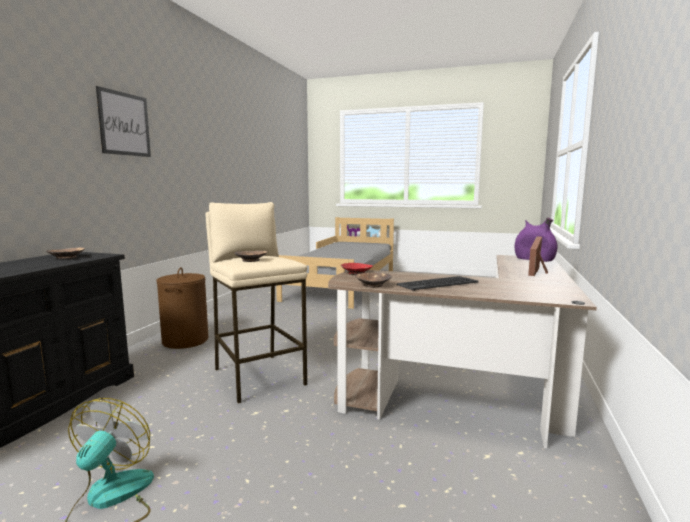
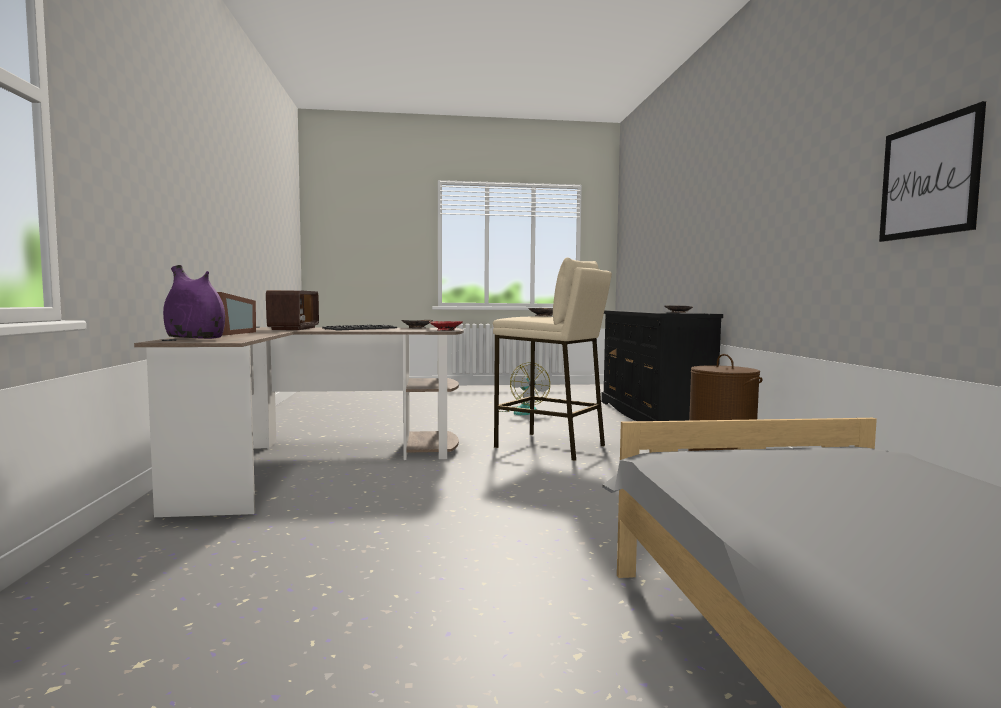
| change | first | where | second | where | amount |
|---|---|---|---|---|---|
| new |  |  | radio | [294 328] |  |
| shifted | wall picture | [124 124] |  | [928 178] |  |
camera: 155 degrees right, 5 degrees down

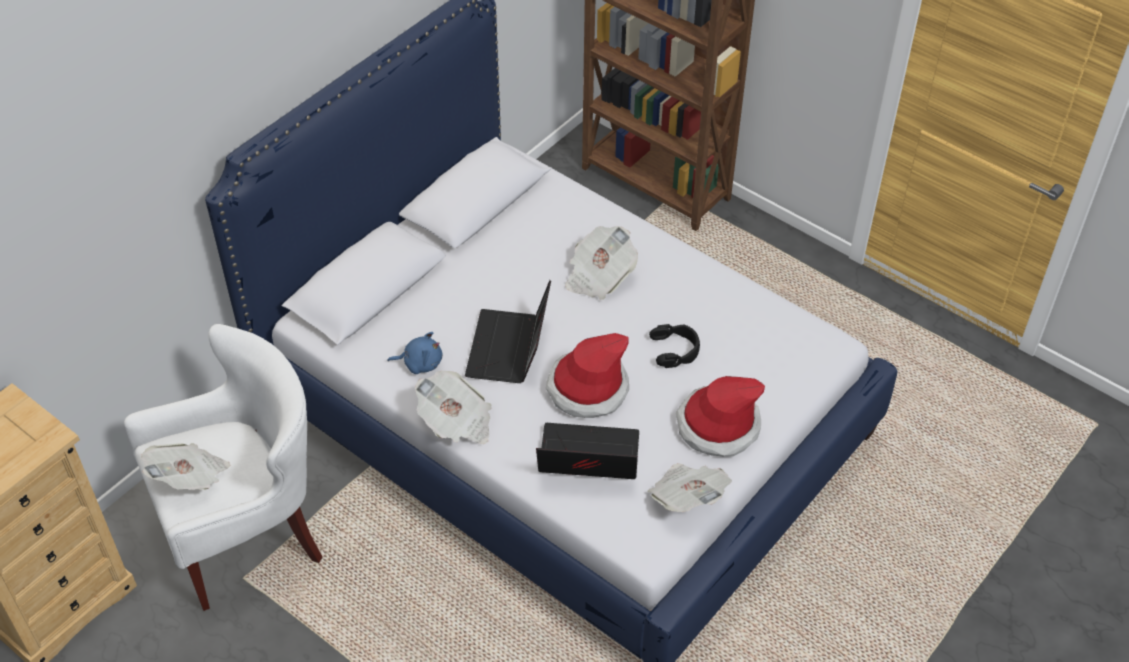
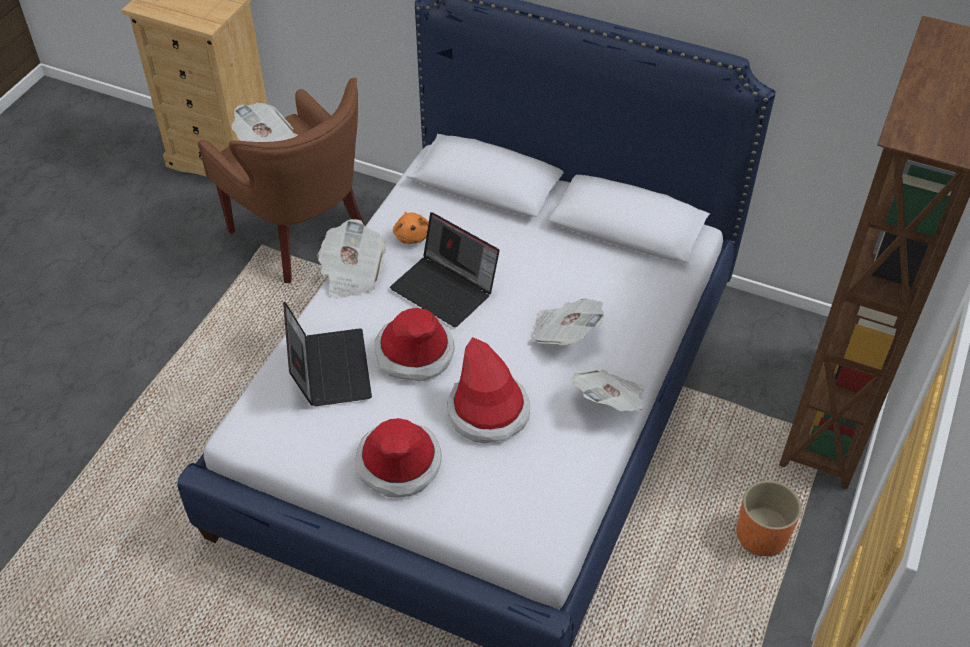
| change | first | where | second | where | amount |
|---|---|---|---|---|---|
| repainted | whitish lounge chair | [248 536] | brown lounge chair | [301 236] |  |
| rotated | notebook computer | [509 349] |  | [446 289] | 135 degrees counterclockwise |
| repainted | blue plush toy | [420 363] | orange-coloured plush toy | [412 235] |  |
| swapped | blackish headphones | [675 350] | hat | [488 412] |  |
| shifted | printed paper | [687 498] |  | [610 402] |  |
| new |  |  | orange-coloured flower pot | [761 535] |  |
camera: 75 degrees right, 0 degrees up

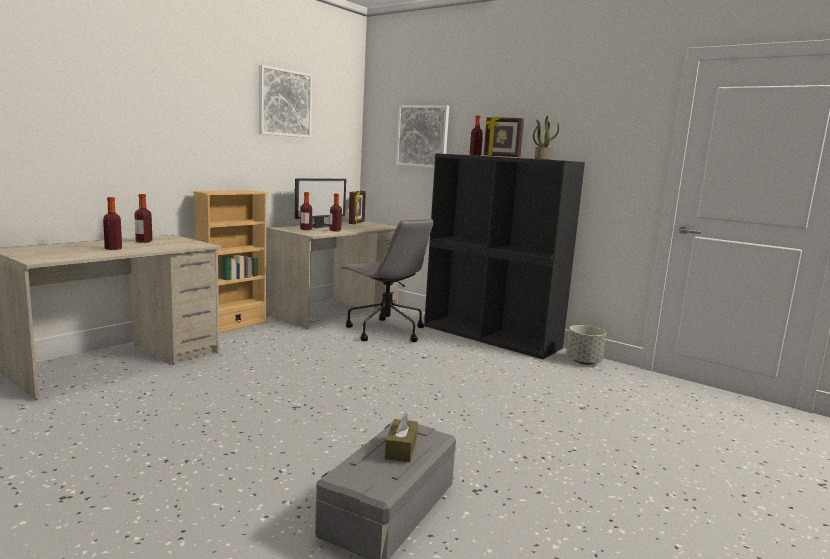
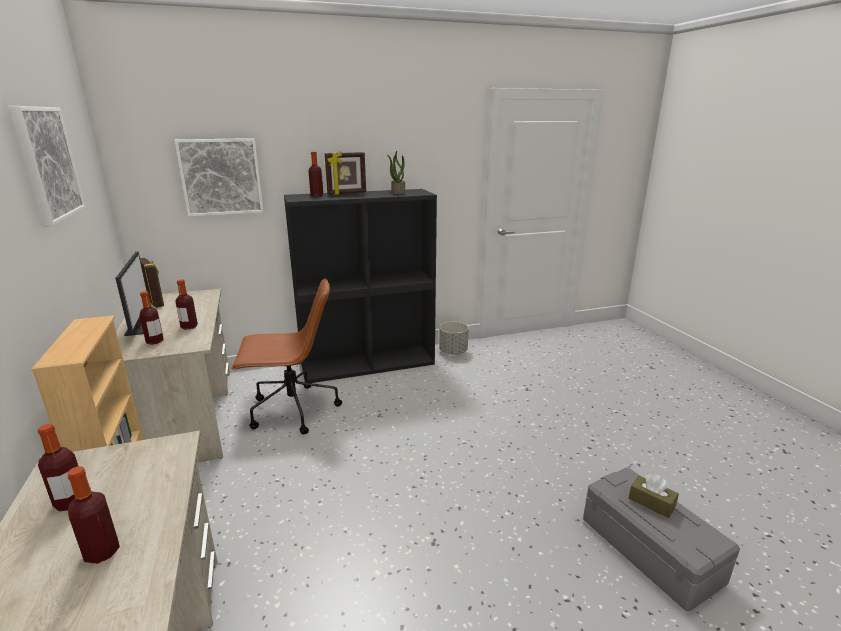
| change | first | where | second | where | amount |
|---|---|---|---|---|---|
| repainted | grey computer chair | [384 331] | brown computer chair | [292 410] |  |
camera: 55 degrees left, 10 degrees up

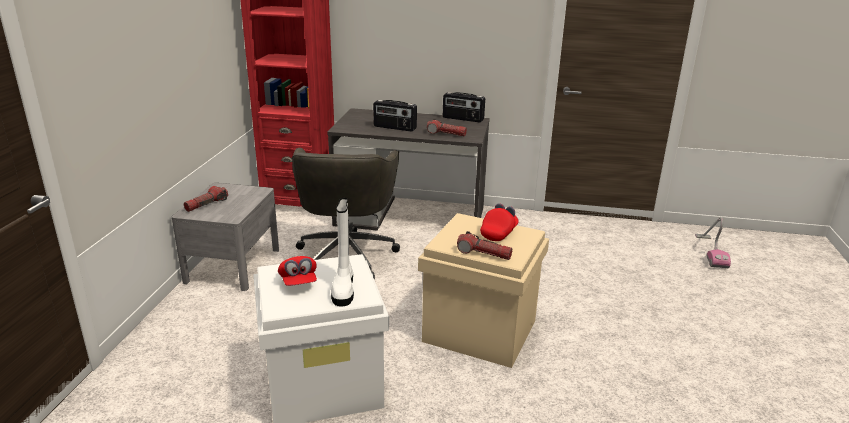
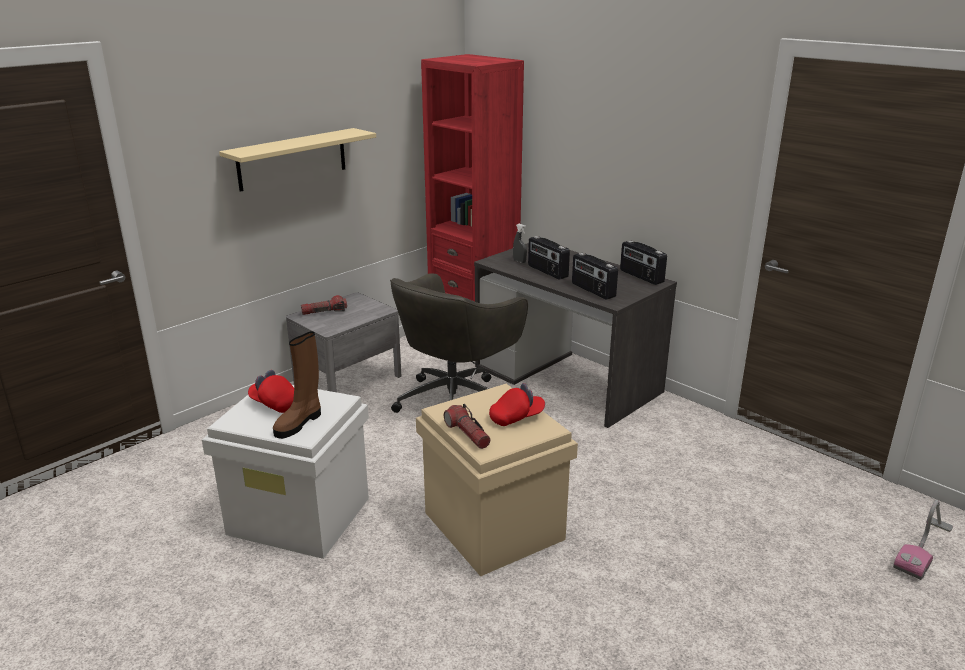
| change | first | where | second | where | amount |
|---|---|---|---|---|---|
| new |  |  | beige wall shelf | [292 159] |  |
| rotated | red-coloured peaked cap | [298 282] |  | [275 404] | 105 degrees clockwise |
| repainted | whitish tall boot | [343 289] | brown tall boot | [299 423] |  |
| new |  |  | grey sprayer | [519 261] |  |
| swapped | flashlight | [446 134] | radio | [592 290] |  |
camera: 35 degrees right, 0 degrees up

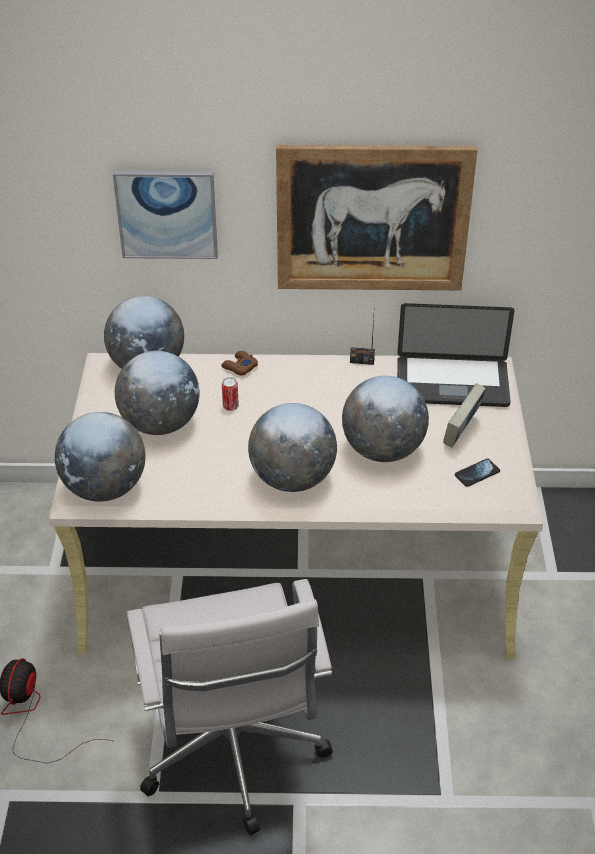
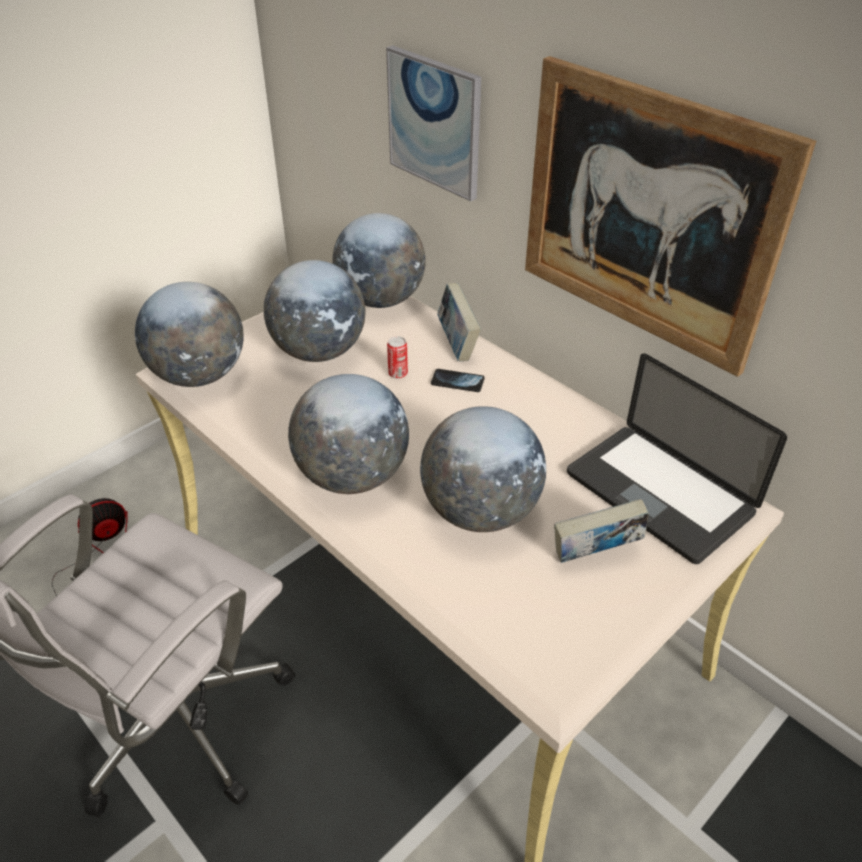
| change | first | where | second | where | amount |
|---|---|---|---|---|---|
| shifted | phone | [477 473] |  | [457 382] |  |
| swapped | brown gamepad | [239 367] | volume | [457 344] |  |
| gone | radio | [362 361] |  |  |  |
camera: 45 degrees right, 0 degrees up

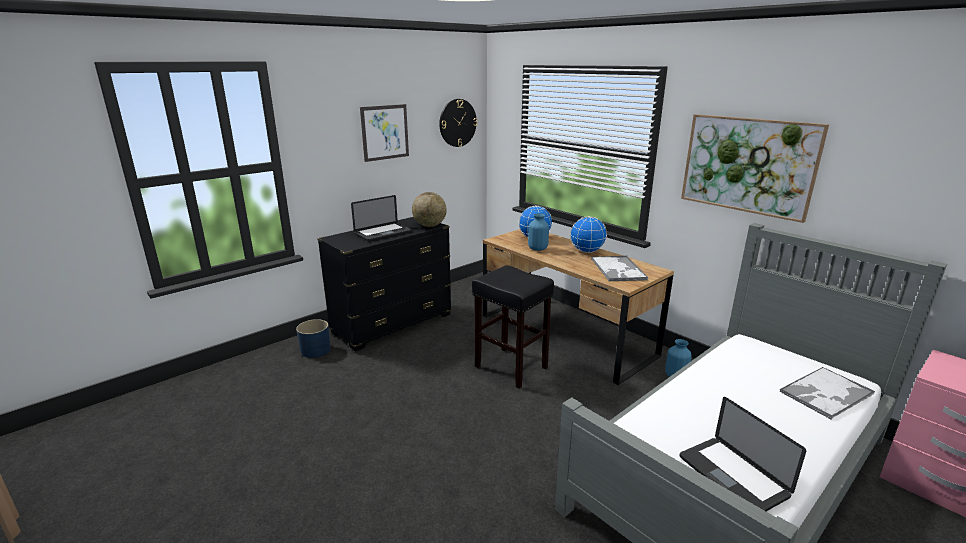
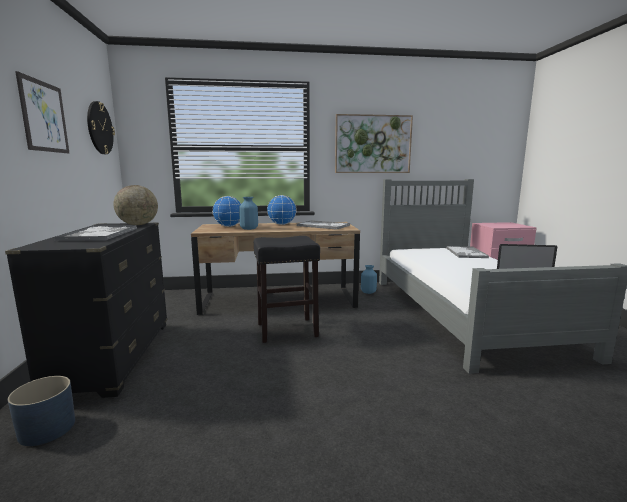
| change | first | where | second | where | amount |
|---|---|---|---|---|---|
| swapped | notebook computer | [383 233] | carrying tray | [100 234] |  |
camera: 55 degrees left, 10 degrees down

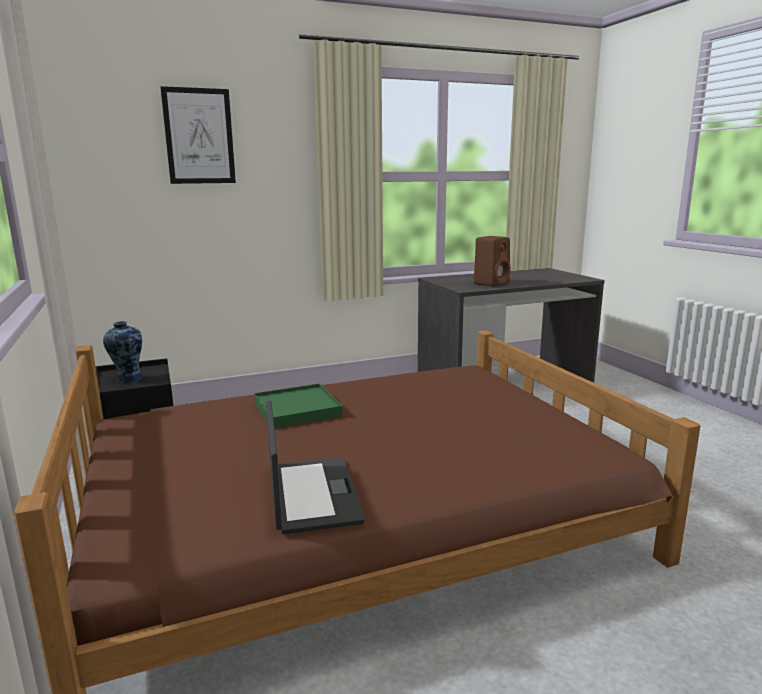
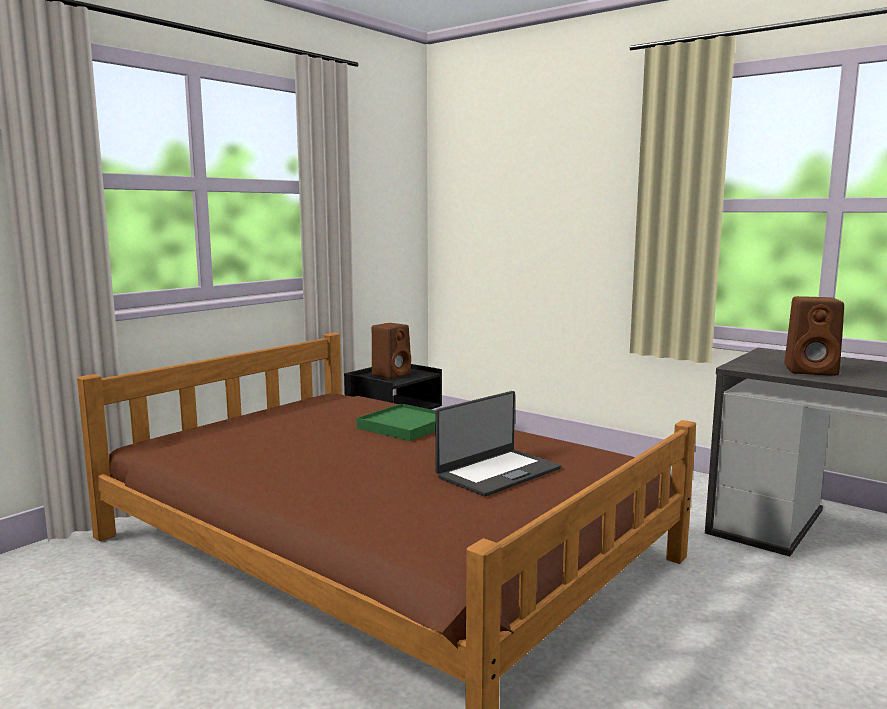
| change | first | where | second | where | amount |
|---|---|---|---|---|---|
| swapped | vase | [128 379] | brown audio speaker | [391 374] |  |
| shifted | notebook computer | [311 494] |  | [497 472] |  |
| gone | wall picture | [199 136] |  |  |  |
camera: 60 degrees right, 5 degrees down

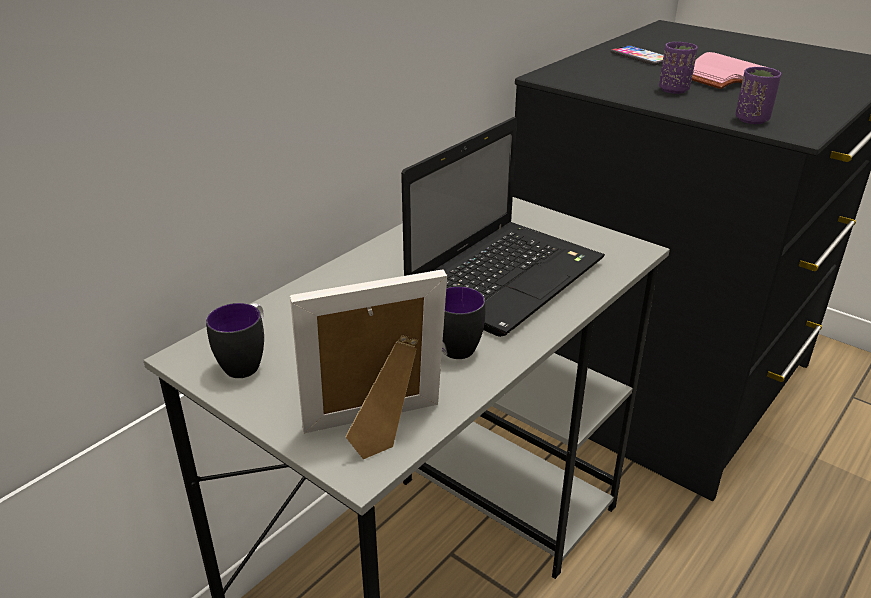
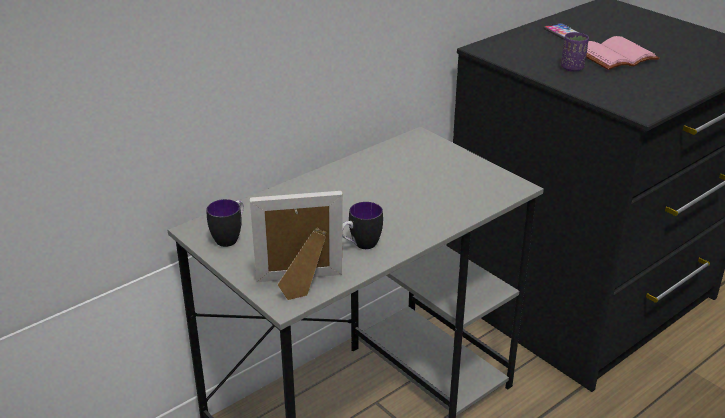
| change | first | where | second | where | amount |
|---|---|---|---|---|---|
| gone | notebook computer | [507 276] |  |  |  |
| gone | purplish small cup | [752 120] |  |  |  |
camera: 10 degrees right, 0 degrees up

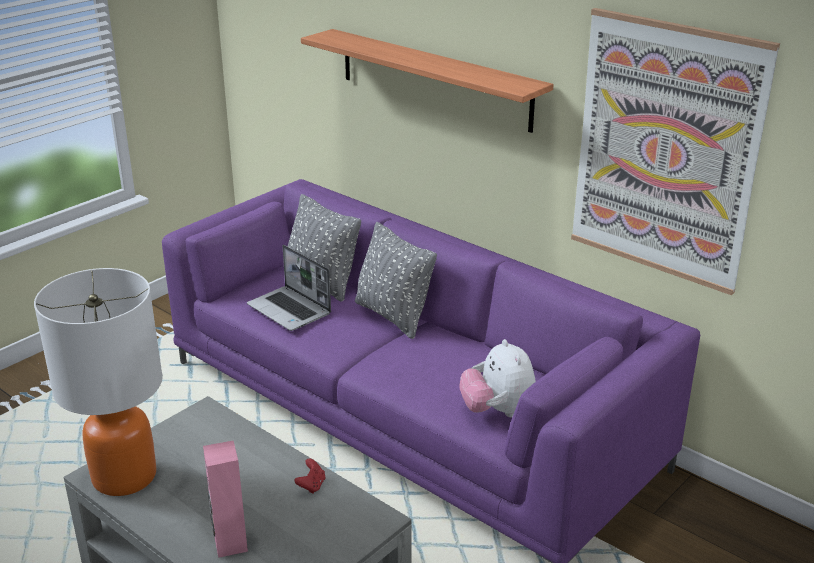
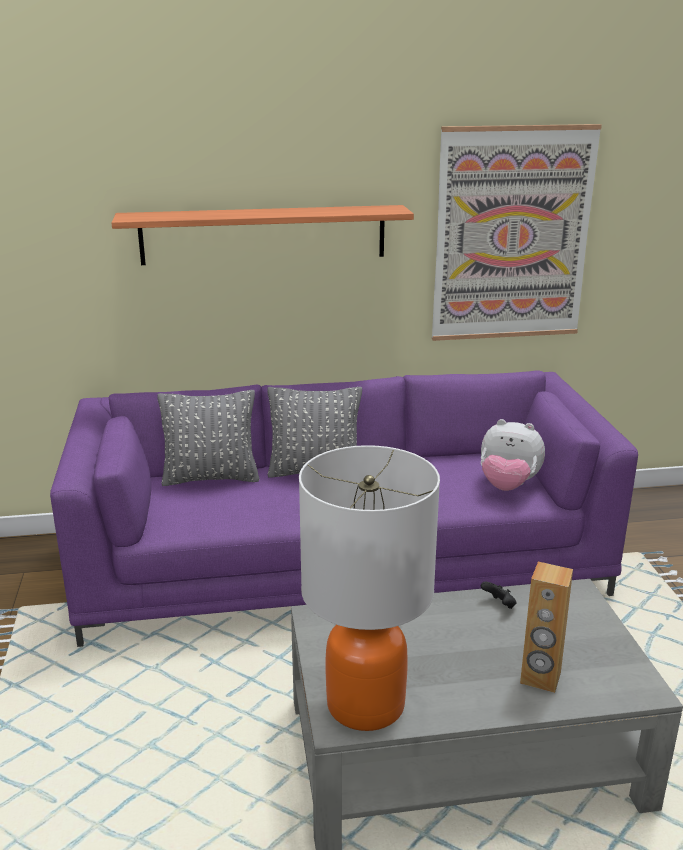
| change | first | where | second | where | amount |
|---|---|---|---|---|---|
| repainted | red-coloured gamepad | [311 485] | blackish gamepad | [499 605] |  |
| repainted | pinkish audio speaker | [230 543] | brown audio speaker | [540 678] |  |
| gone | notebook computer | [290 310] |  |  |  |
camera: 50 degrees left, 5 degrees down

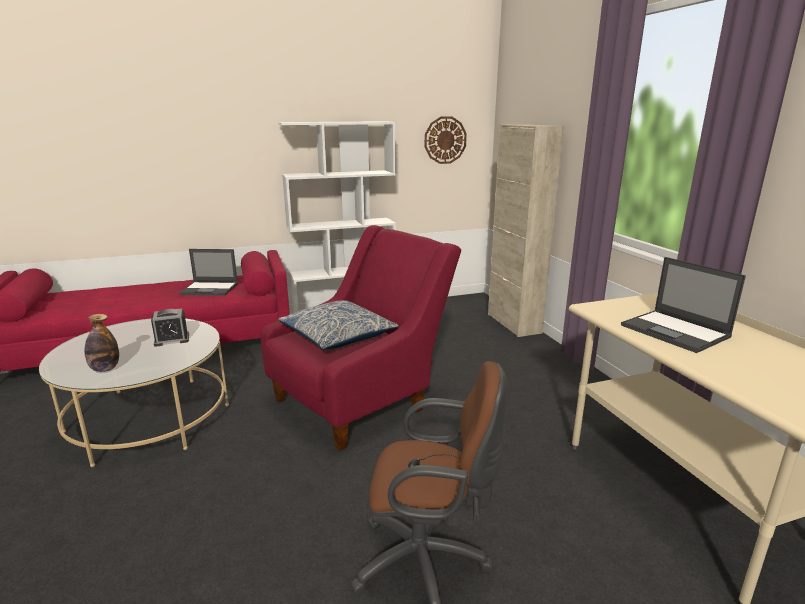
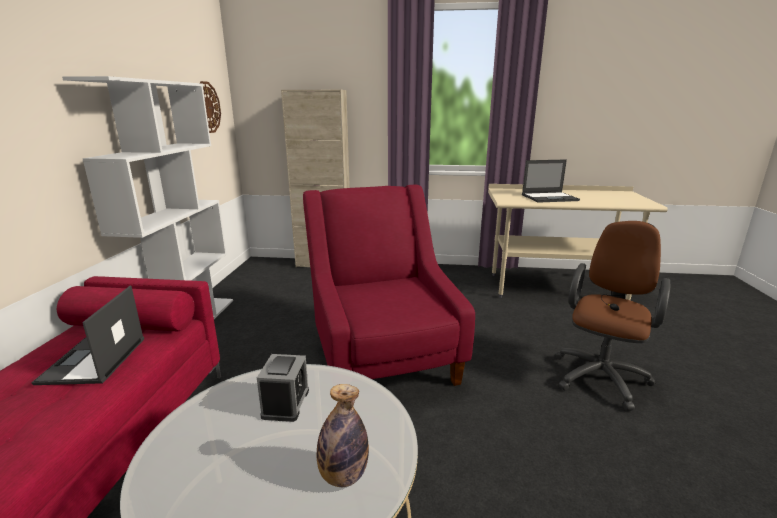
| change | first | where | second | where | amount |
|---|---|---|---|---|---|
| rotated | notebook computer | [210 289] |  | [93 361] | 150 degrees clockwise |
| gone | throw pillow | [337 335] |  |  |  |
camera: 65 degrees left, 0 degrees up

